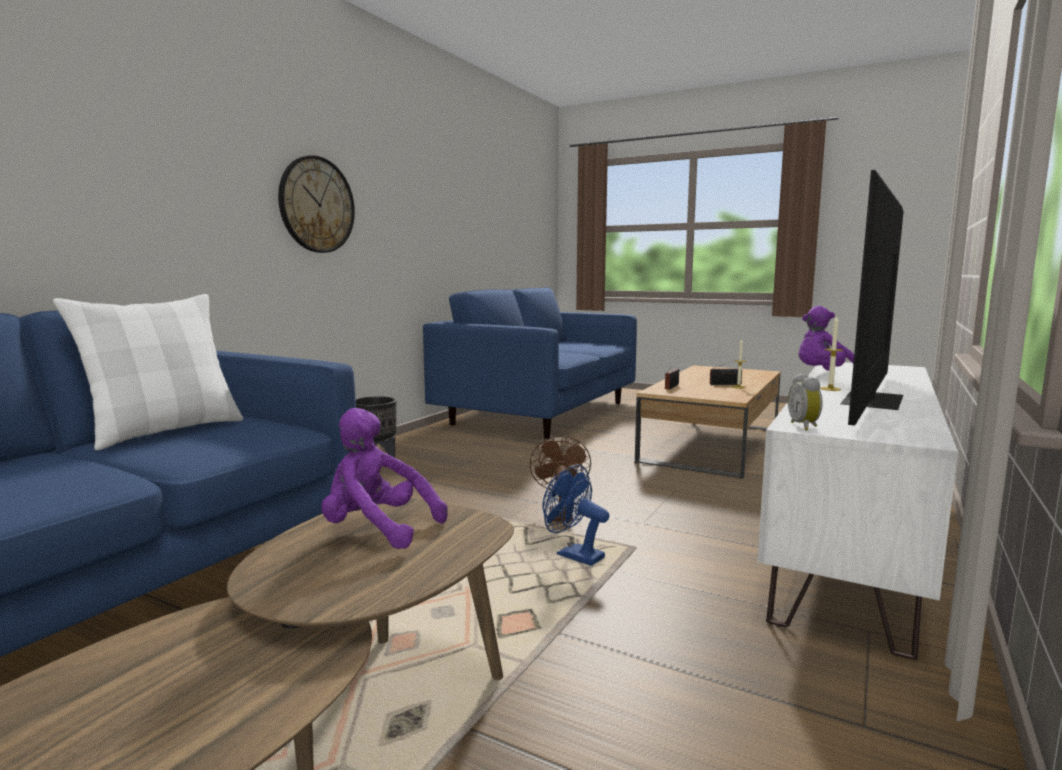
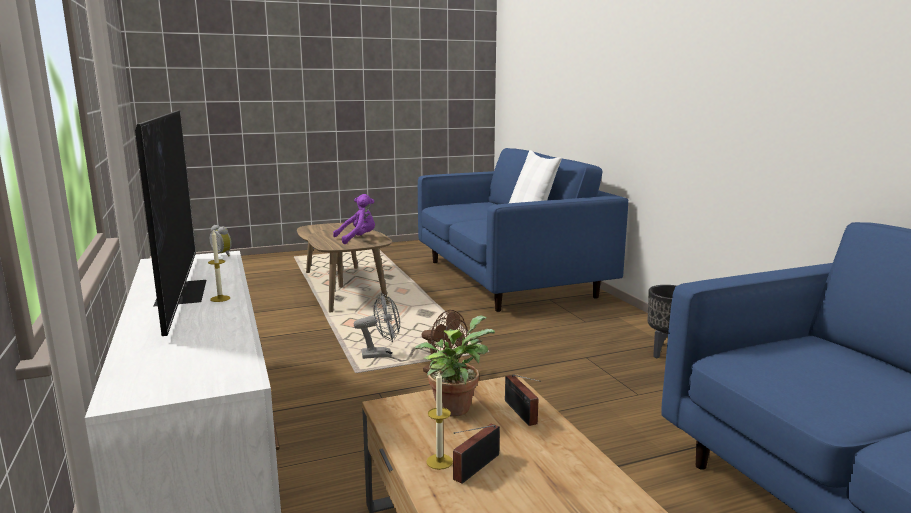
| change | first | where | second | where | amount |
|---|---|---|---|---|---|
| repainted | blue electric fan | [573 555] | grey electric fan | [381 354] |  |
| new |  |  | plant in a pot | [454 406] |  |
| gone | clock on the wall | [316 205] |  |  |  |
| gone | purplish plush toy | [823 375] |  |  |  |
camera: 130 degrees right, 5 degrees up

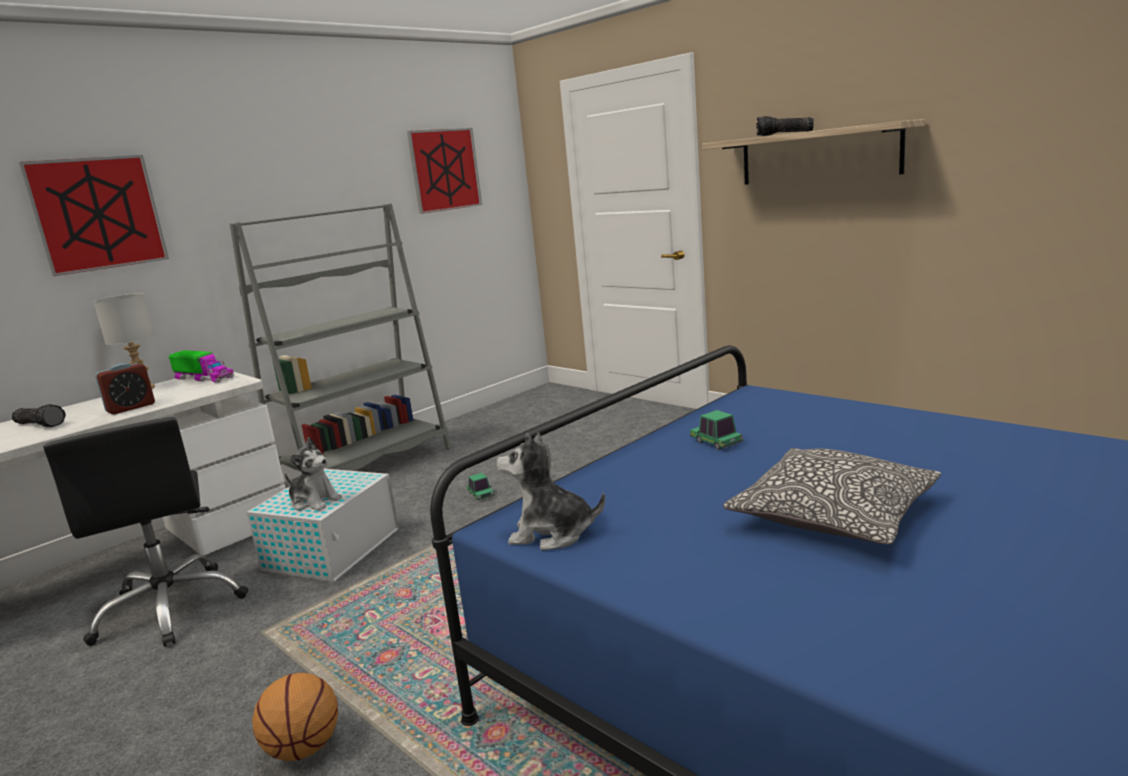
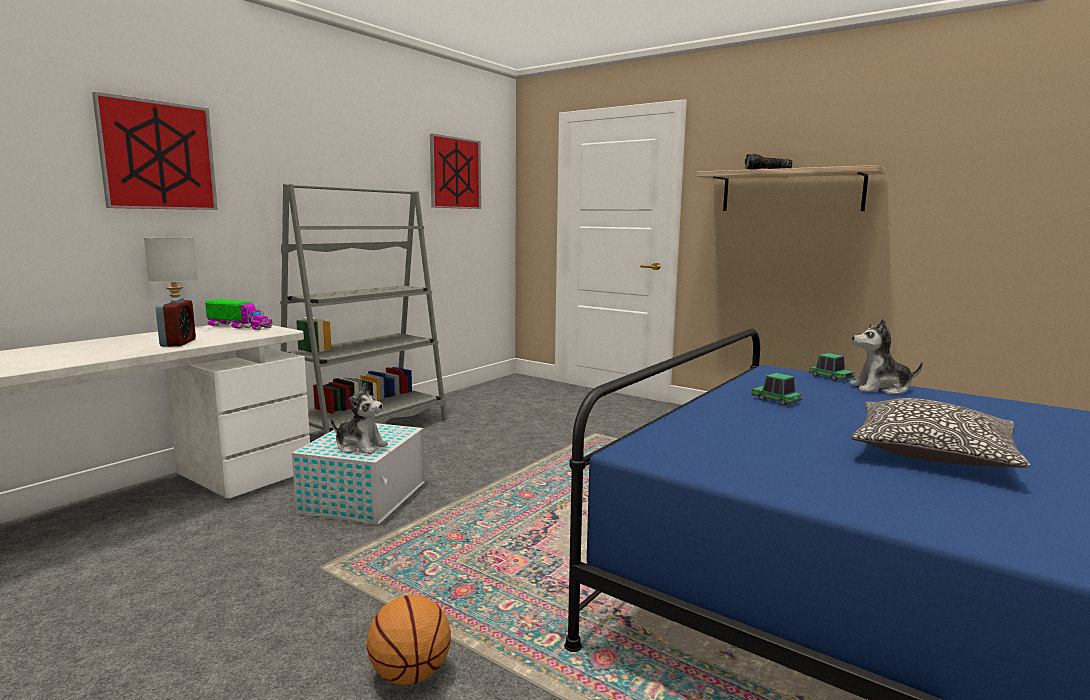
| change | first | where | second | where | amount |
|---|---|---|---|---|---|
| rotated | table clock | [131 408] |  | [178 343] | 45 degrees counterclockwise |
| shifted | miniature car | [480 494] |  | [830 377] |  |
| shifted | plush toy | [551 534] |  | [880 389] |  |
| gone | flashlight | [41 424] |  |  |  |
| gone | blackish computer chair | [171 608] |  |  |  |
camera: 10 degrees left, 5 degrees down

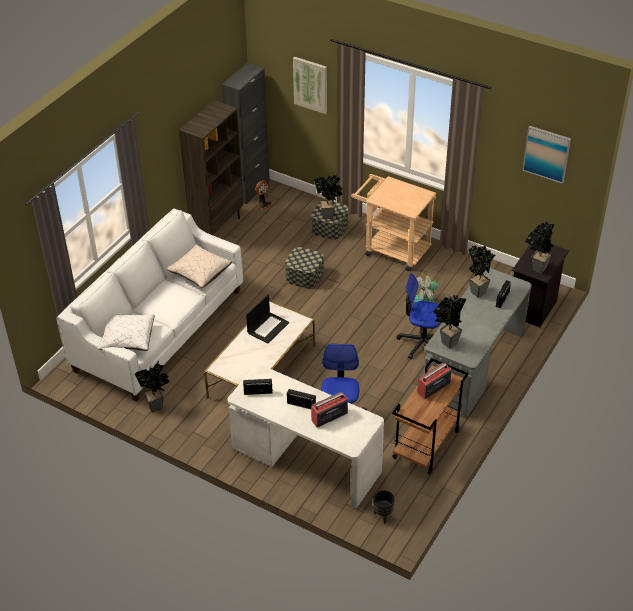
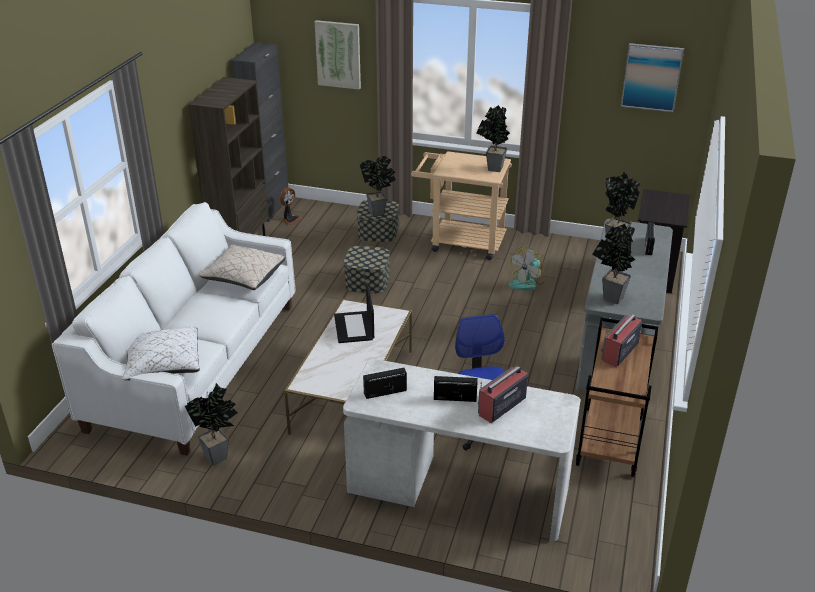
| change | first | where | second | where | amount |
|---|---|---|---|---|---|
| rotated | notebook computer | [268 327] |  | [354 327] | 150 degrees clockwise |
| shifted | plant in a pot | [537 269] |  | [493 169] |  |
| gone | blackish flower pot | [383 516] |  |  |  |
| gone | computer chair | [421 342] |  |  |  |
camera: 15 degrees left, 10 degrees down

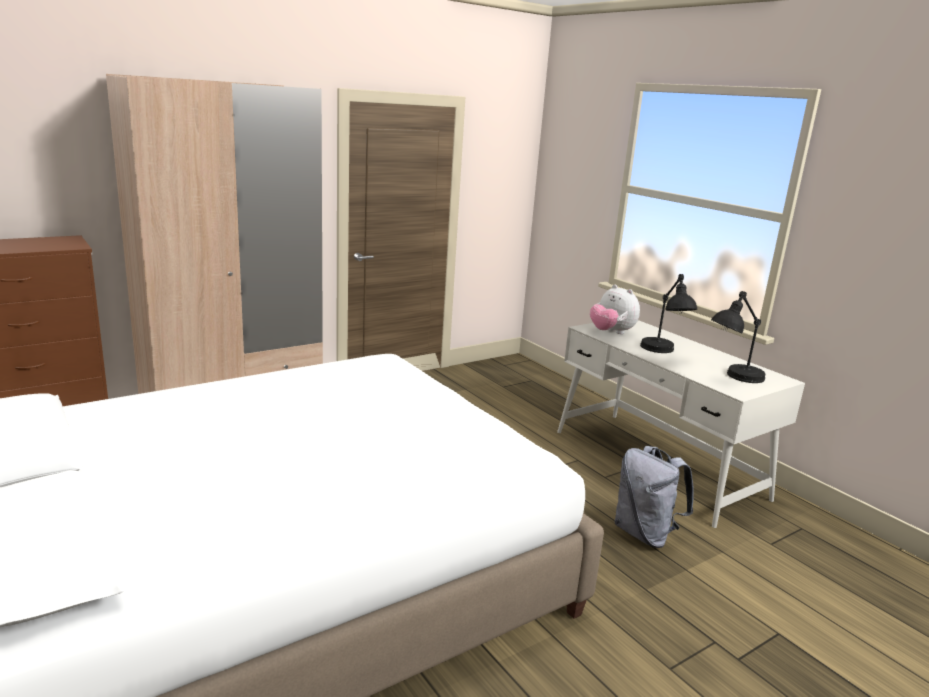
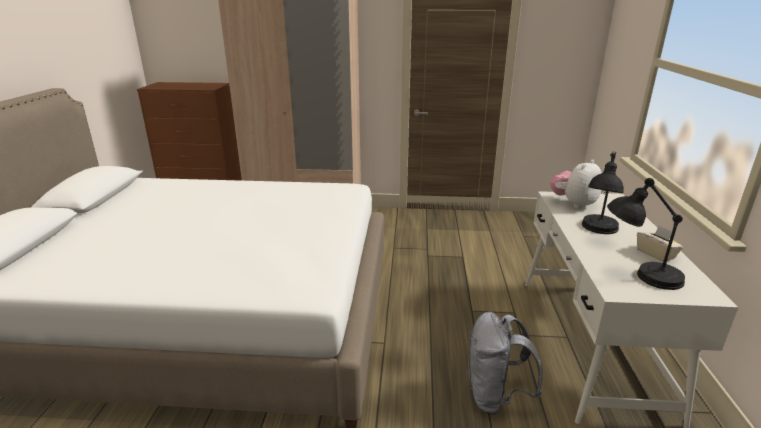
| change | first | where | second | where | amount |
|---|---|---|---|---|---|
| rotated | plush toy | [611 332] |  | [573 204] | 45 degrees clockwise |
| new |  |  | beige tissue holder | [656 254] |  |
camera: 40 degrees right, 5 degrees up

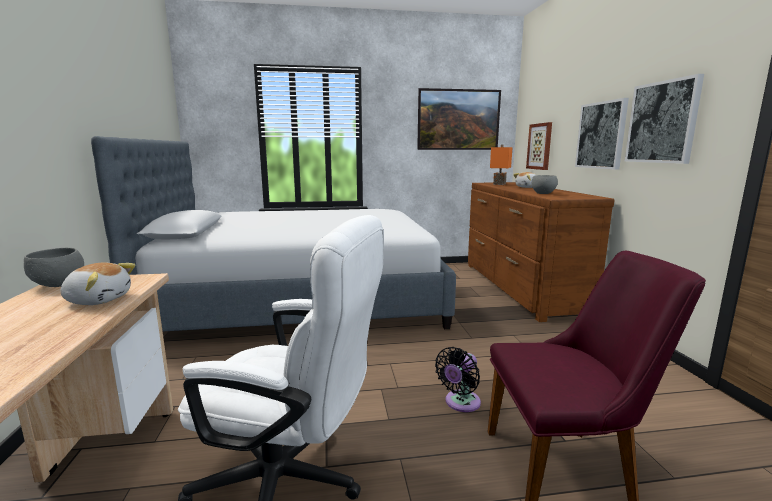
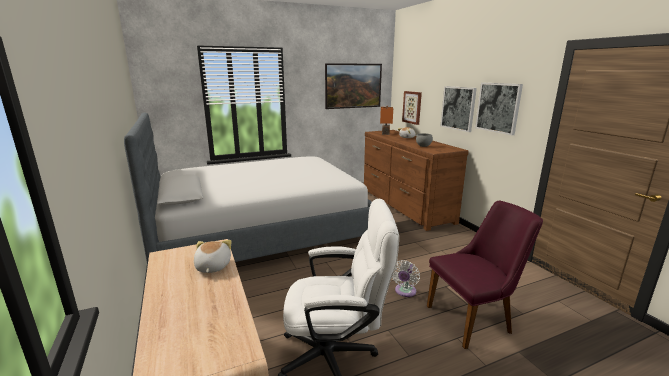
| change | first | where | second | where | amount |
|---|---|---|---|---|---|
| rotated | plush toy | [99 300] |  | [212 267] | 90 degrees counterclockwise |
| repainted | blackish electric fan | [460 403] | whitish electric fan | [404 292] |  |
| gone | grey bowl | [60 285] |  |  |  |
camera: 15 degrees left, 5 degrees up

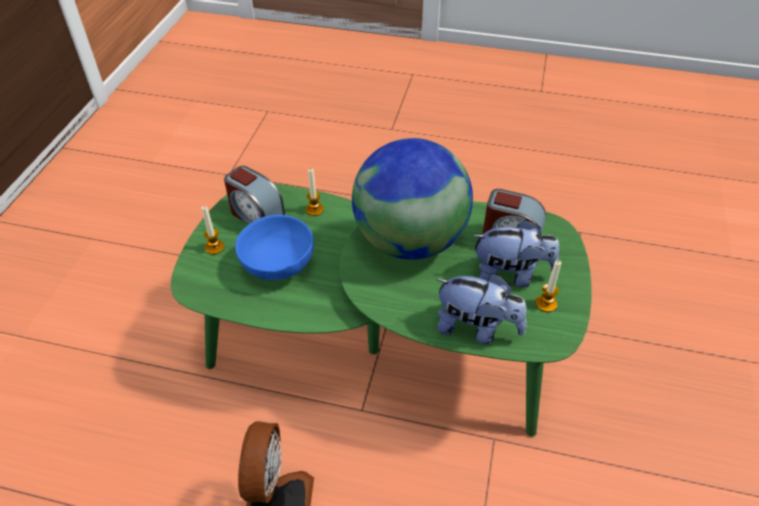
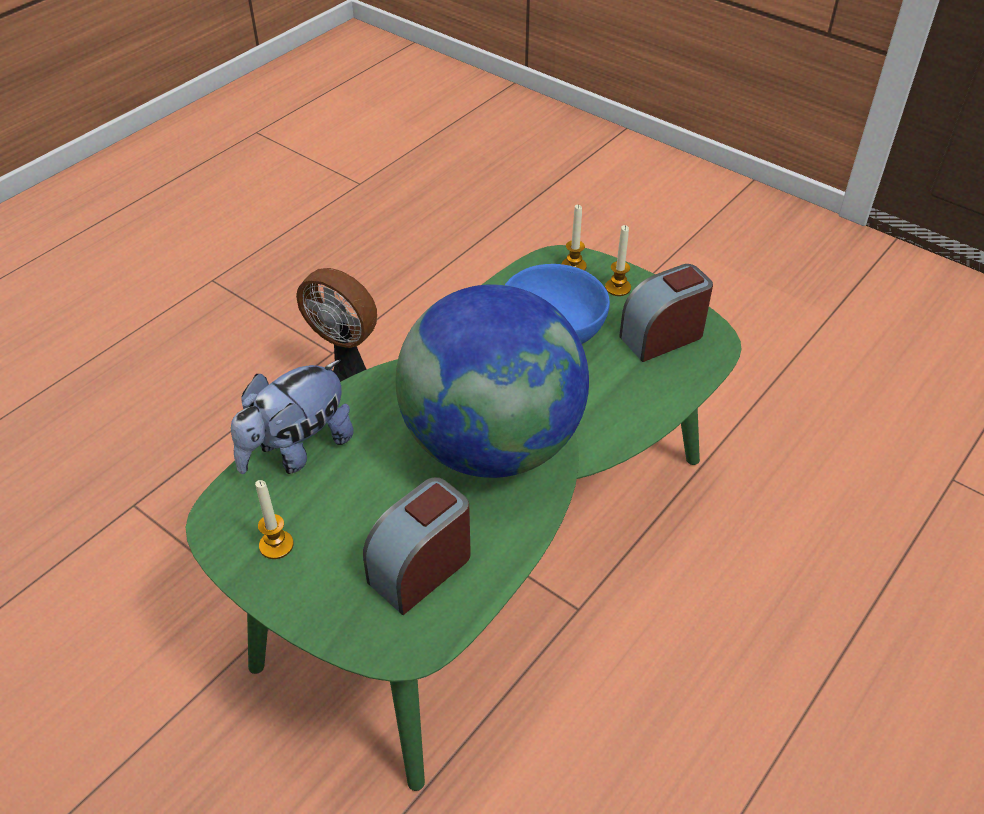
| change | first | where | second | where | amount |
|---|---|---|---|---|---|
| shifted | wax light | [314 209] |  | [573 266] |  |
| gone | plush toy | [510 275] |  |  |  |
camera: 115 degrees right, 0 degrees up

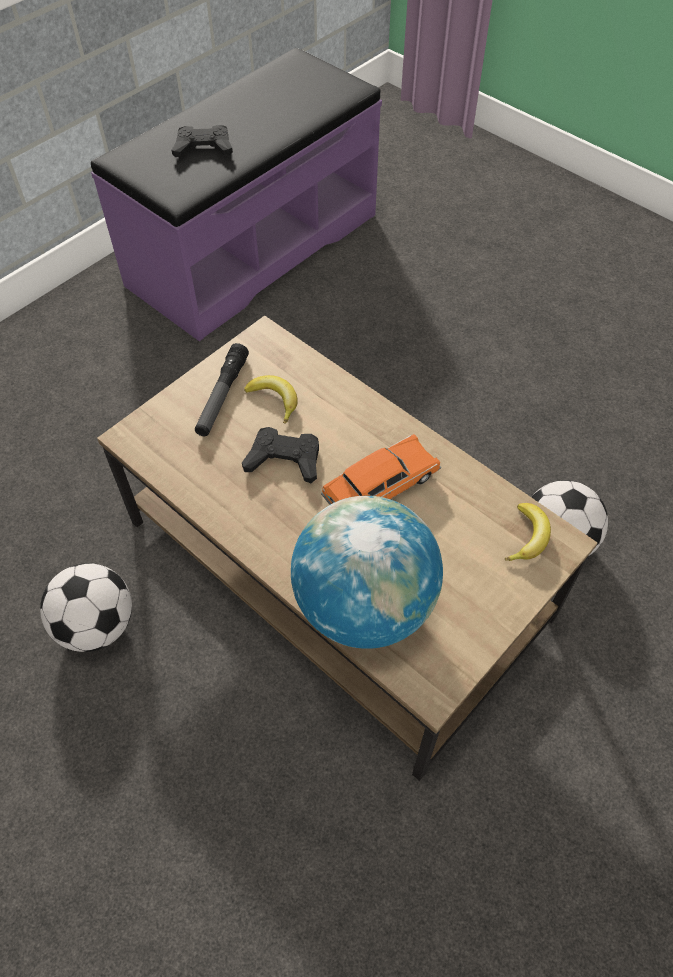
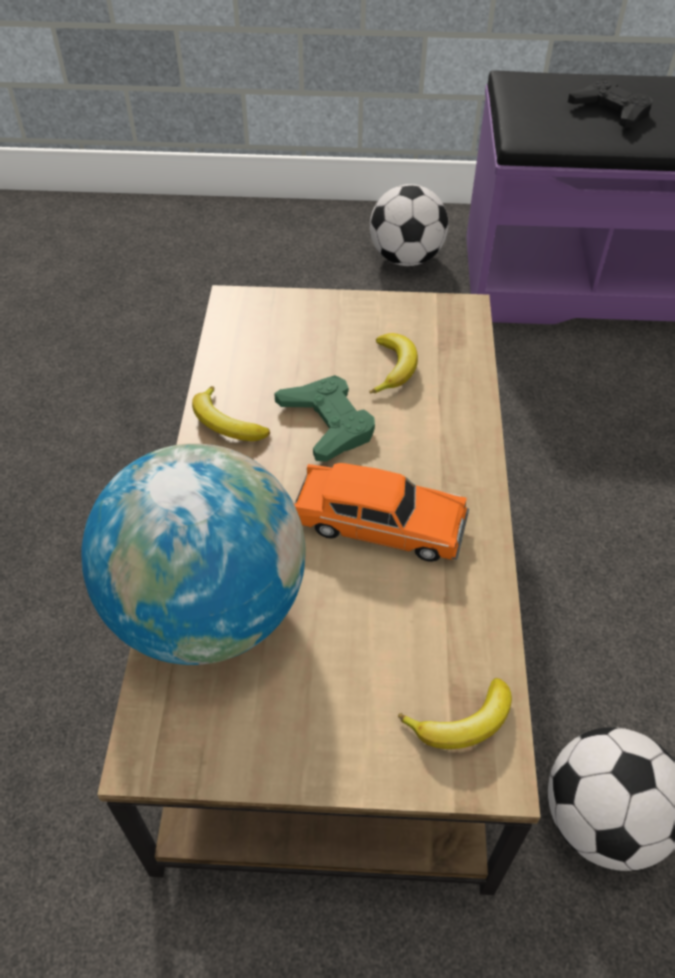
| change | first | where | second | where | amount |
|---|---|---|---|---|---|
| new |  |  | whole banana | [226 423] |  |
| repainted | blackish gamepad | [284 459] | greenish gamepad | [327 423] |  |
| shifted | football | [97 625] |  | [406 258] |  |
| gone | flashlight | [222 396] |  |  |  |
camera: 50 degrees right, 5 degrees down

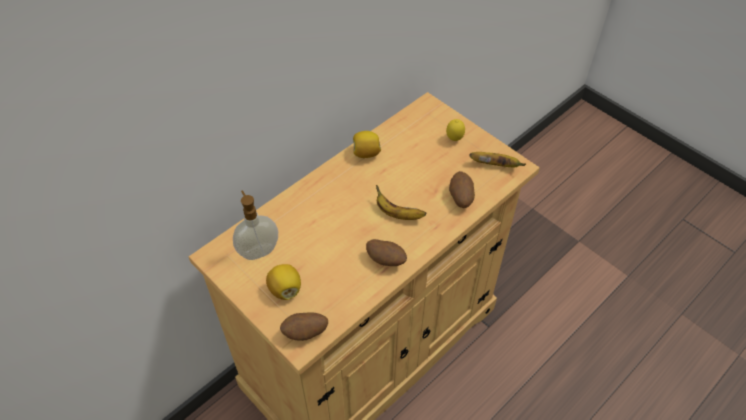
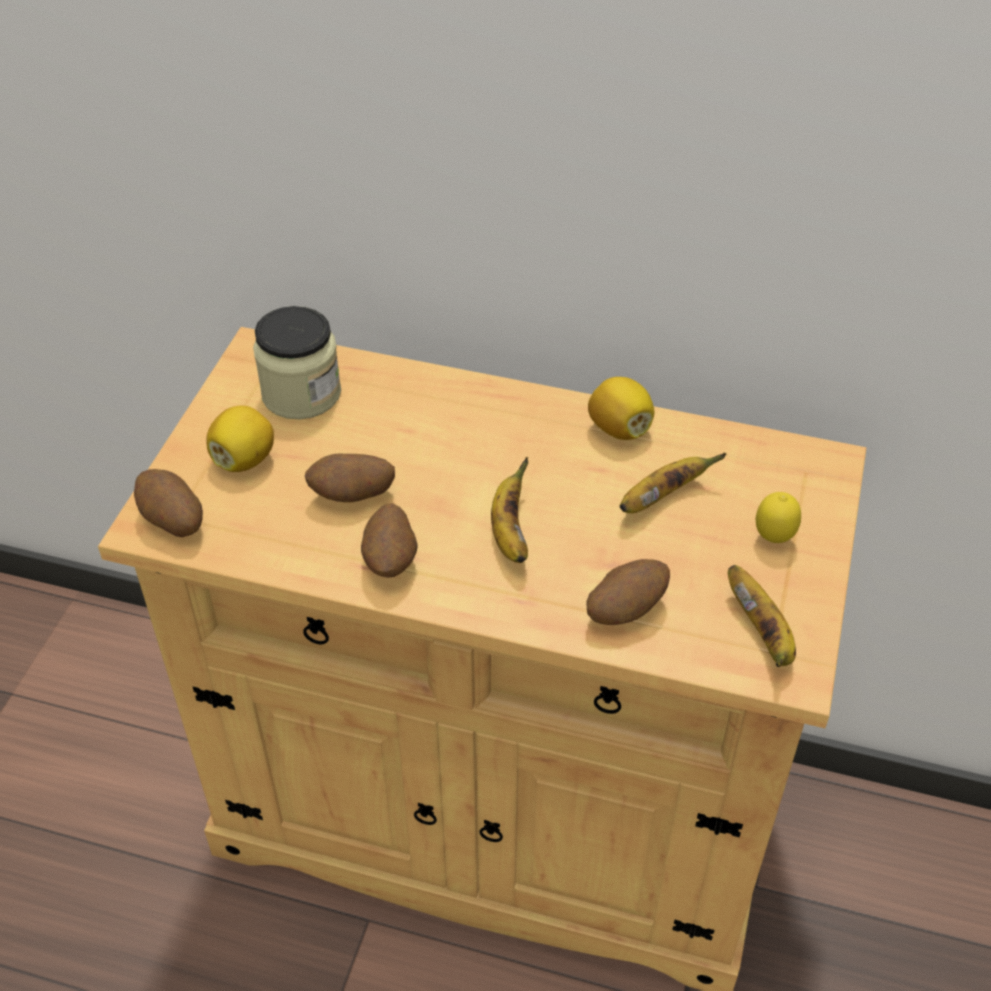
| change | first | where | second | where | amount |
|---|---|---|---|---|---|
| swapped | liquid soap bottle | [258 250] | storage jar | [301 394] |  |
| new |  |  | spud | [352 496] |  |
| new |  |  | whole banana | [661 497] |  |
camera: 60 degrees right, 5 degrees down

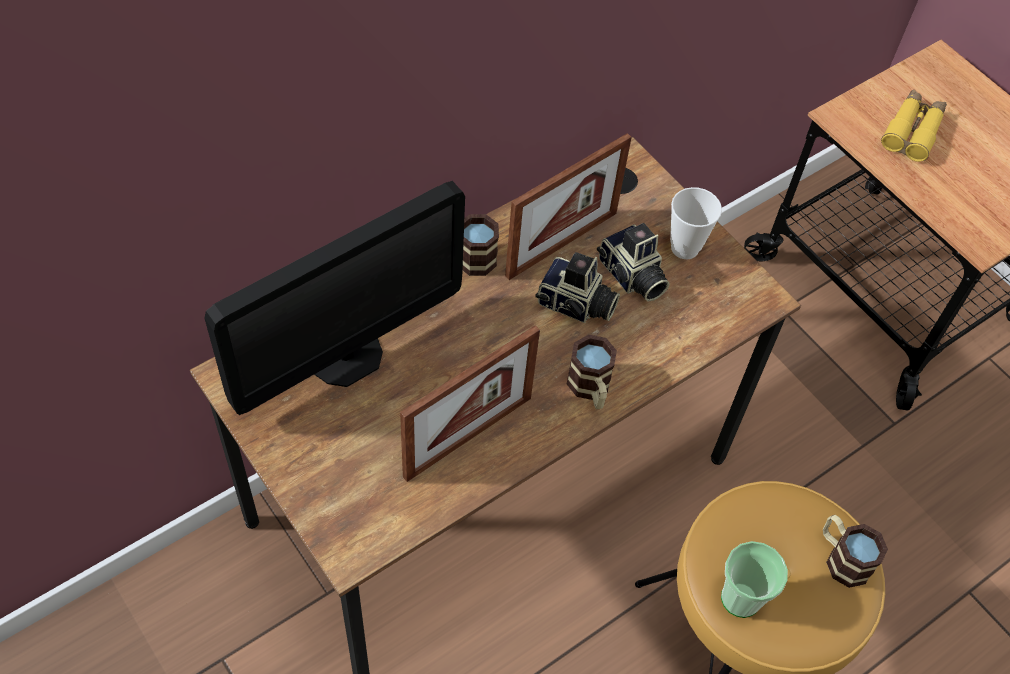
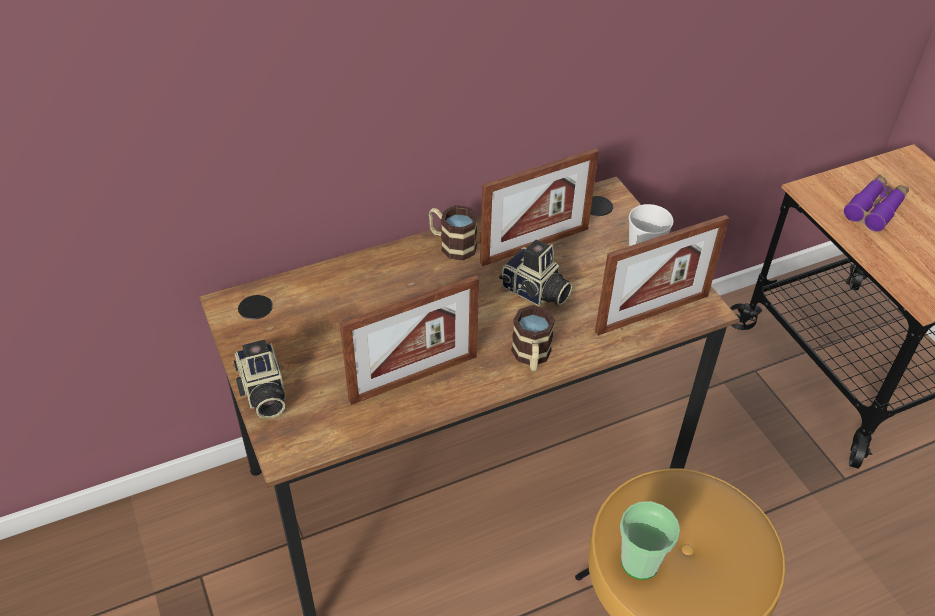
| change | first | where | second | where | amount |
|---|---|---|---|---|---|
| shifted | still camera | [631 277] |  | [263 393] |  |
| new |  |  | picture frame | [652 313] |  |
| repainted | yellowish binoculars | [912 131] | purplish binoculars | [875 208] |  |
| gone | monitor | [346 356] |  |  |  |
| gone | tea mug | [841 558] |  |  |  |
camera: 15 degrees right, 10 degrees down

